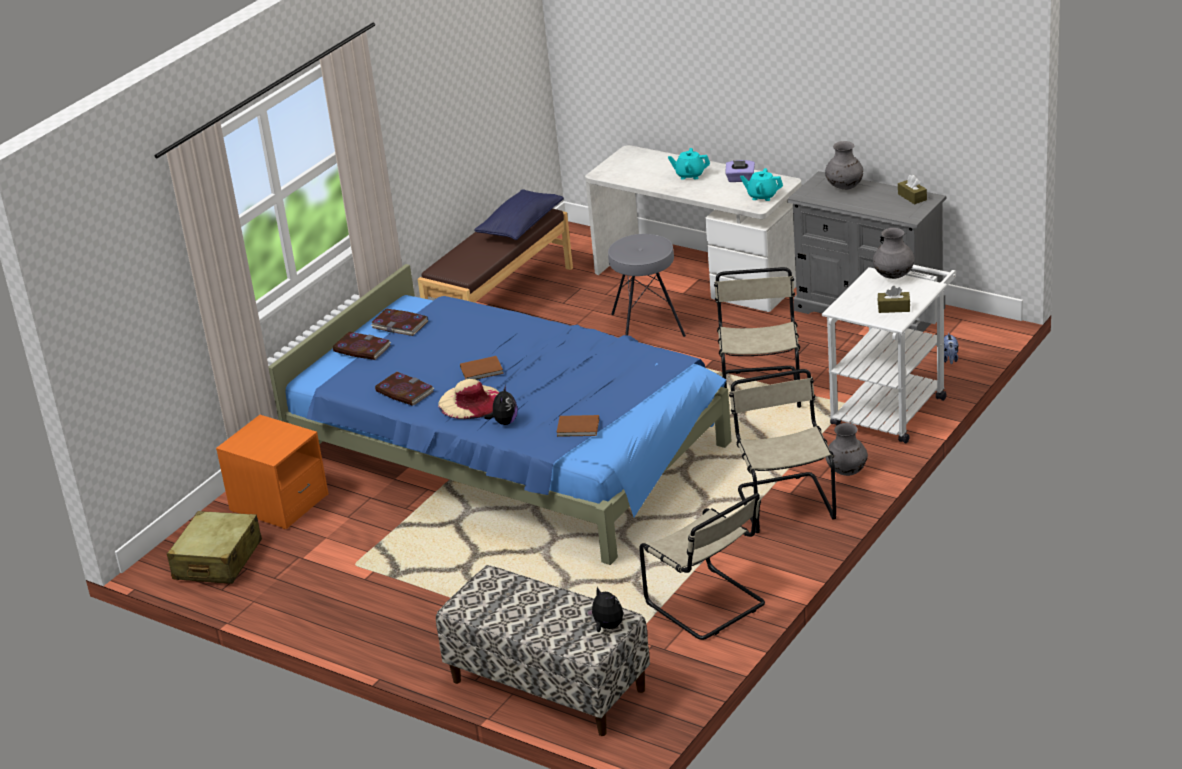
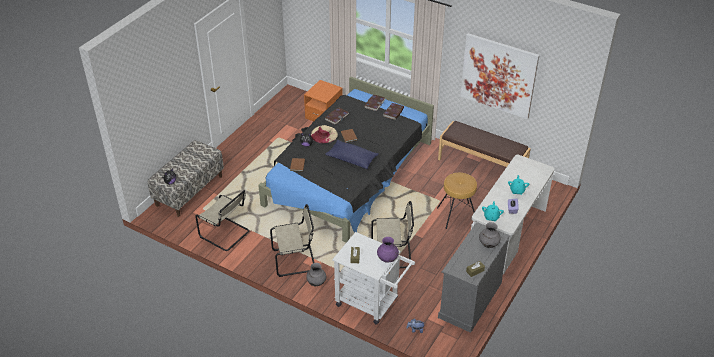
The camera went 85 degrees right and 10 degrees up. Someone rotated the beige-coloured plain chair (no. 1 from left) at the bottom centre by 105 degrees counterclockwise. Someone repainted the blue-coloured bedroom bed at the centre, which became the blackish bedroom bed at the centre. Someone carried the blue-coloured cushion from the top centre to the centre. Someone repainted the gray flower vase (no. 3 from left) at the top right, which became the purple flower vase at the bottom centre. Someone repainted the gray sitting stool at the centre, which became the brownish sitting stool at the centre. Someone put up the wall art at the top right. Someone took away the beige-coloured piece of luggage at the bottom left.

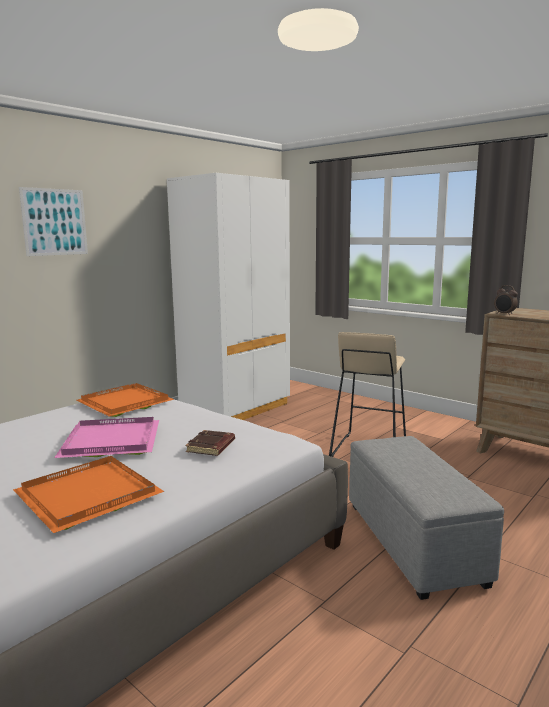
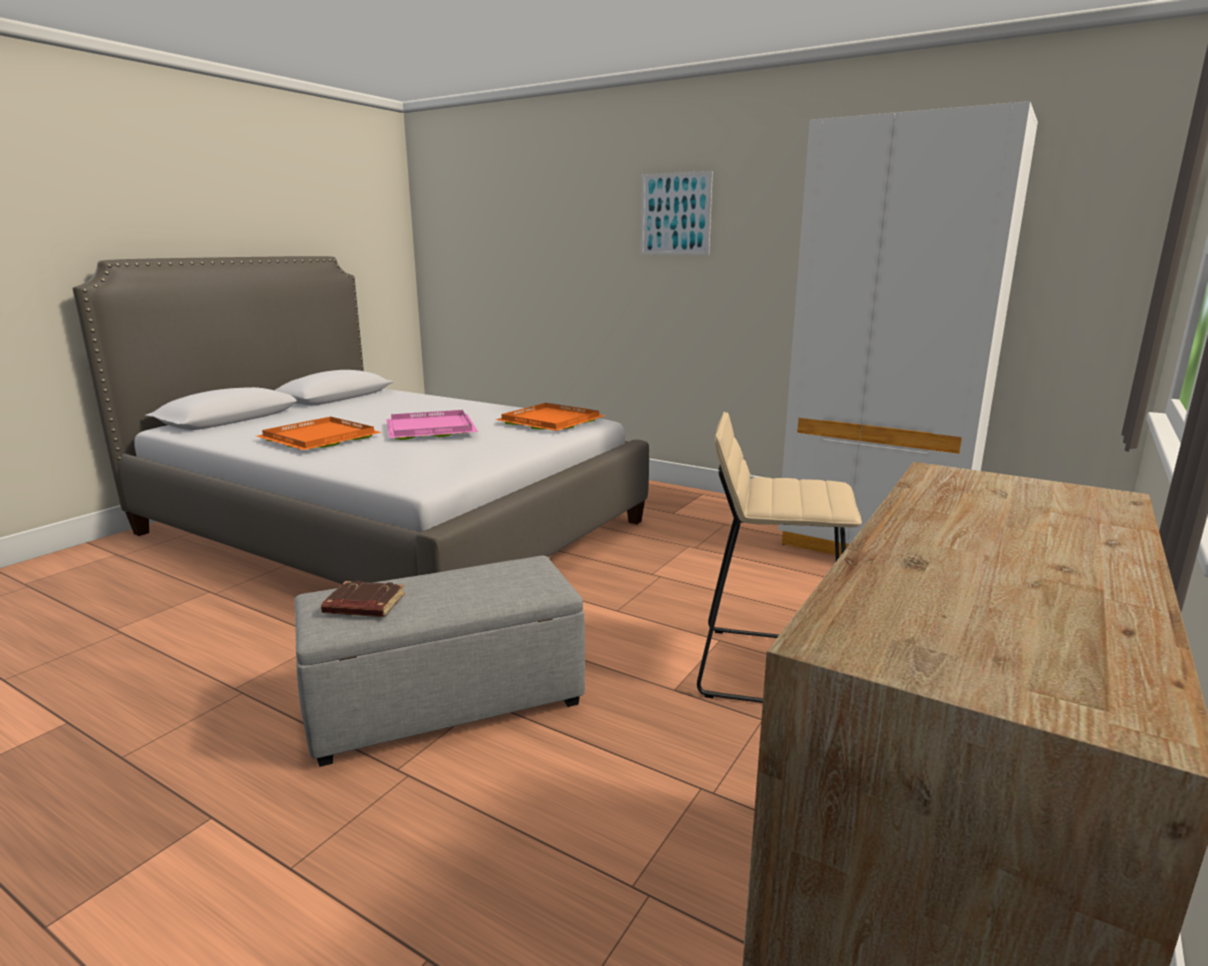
The camera went 80 degrees right and 5 degrees up. Someone carried the brownish volume from the centre to the middle left. Someone took away the bedside clock at the middle right.

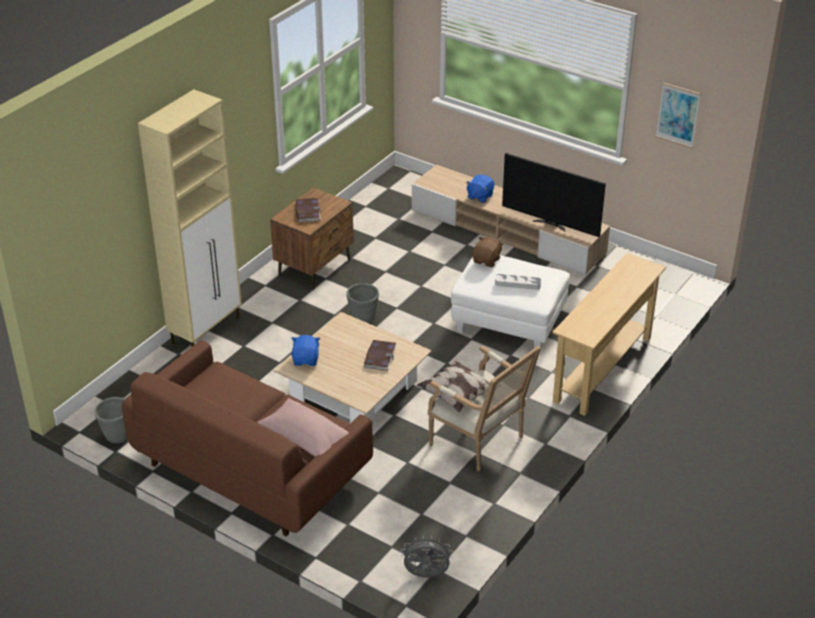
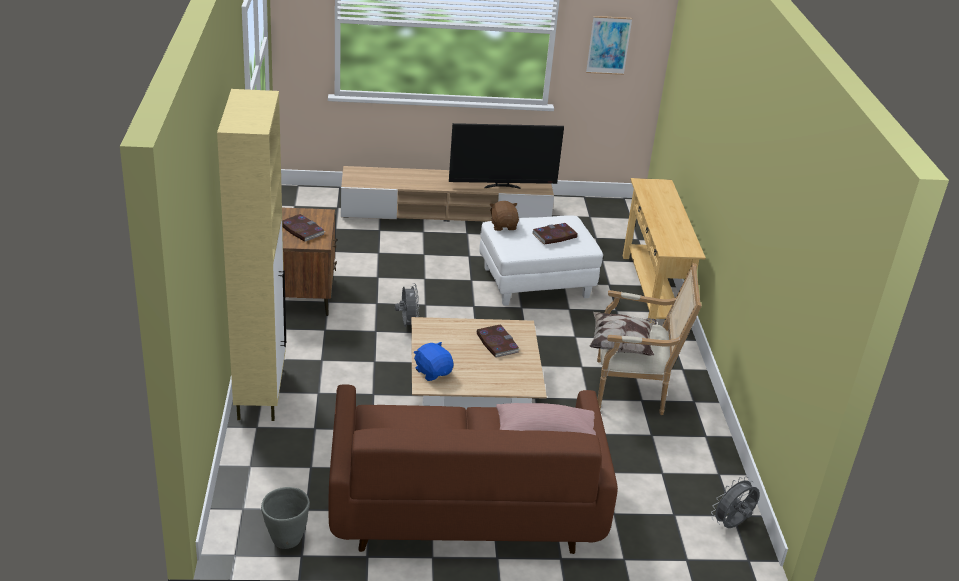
The camera went 40 degrees left and 5 degrees down. Someone swapped the gray flower pot (no. 2 from left) at the centre for the gray electric fan (no. 1 from left) at the centre. Someone swapped the gray serving tray at the centre for the volume (no. 3 from left) at the centre. Someone took away the blue-coloured plush toy (no. 2 from left) at the top centre.

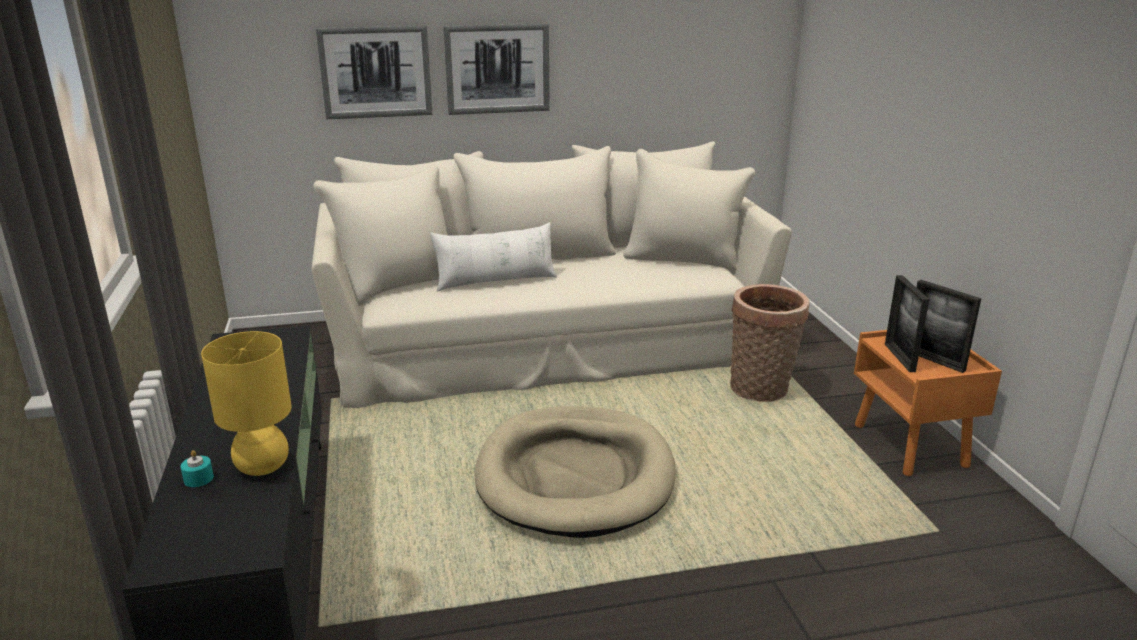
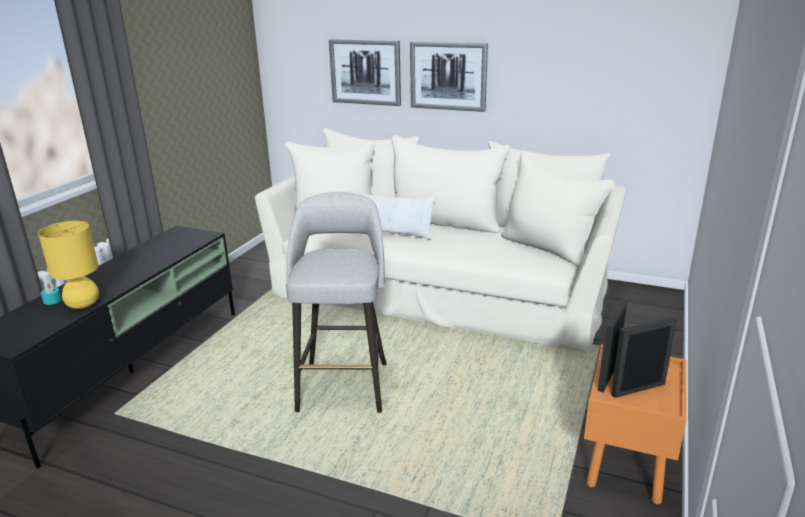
The camera went 35 degrees right and 0 degrees up. Someone swapped the beige-coloured dog cushion at the bottom centre for the gray sitting stool at the centre. Someone rotated the photo frame (no. 2 from left) at the middle right by 75 degrees clockwise. Someone took away the basket at the middle right.

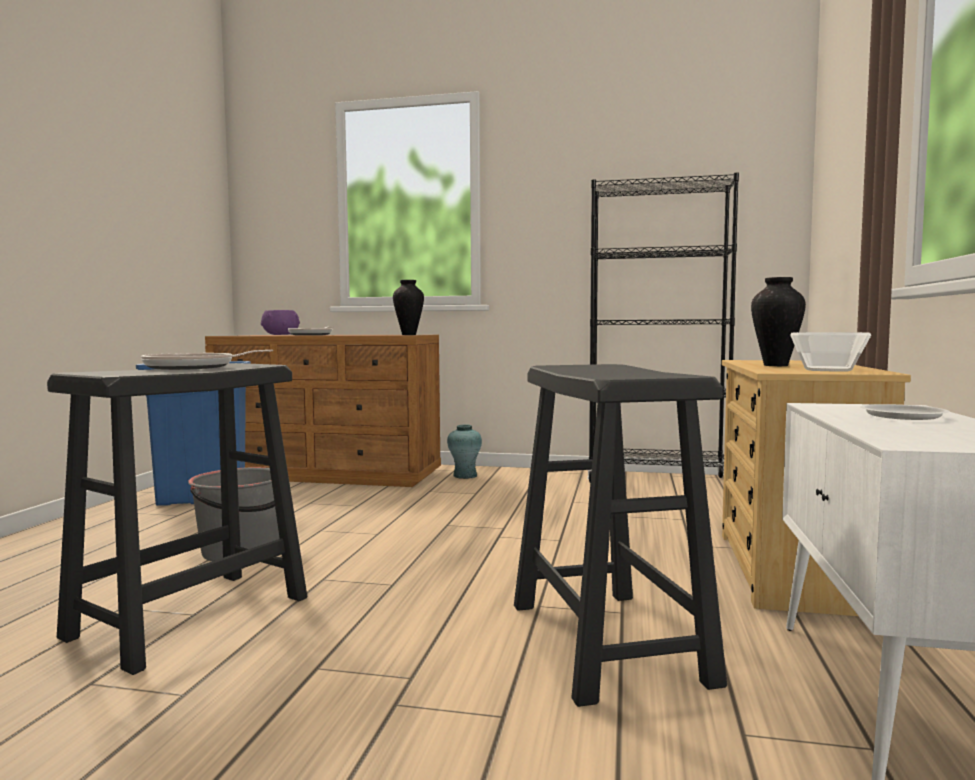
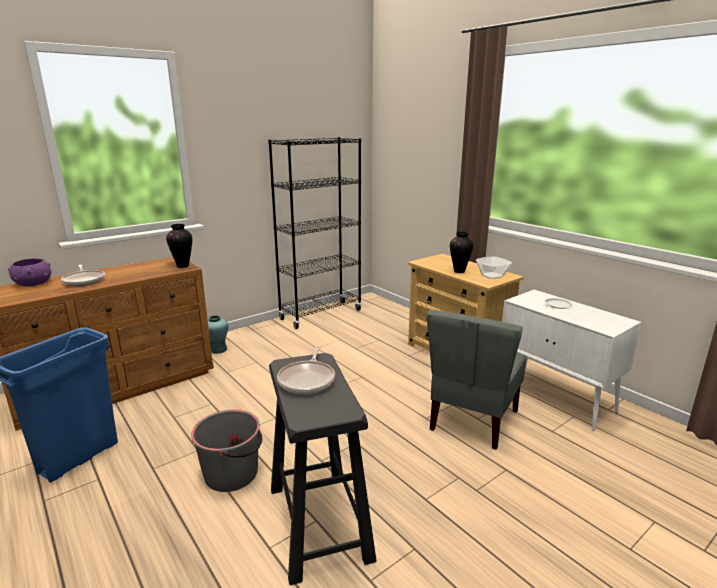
The camera went 50 degrees left and 15 degrees up. Someone swapped the blackish sitting stool (no. 2 from left) at the bottom centre for the gray plain chair at the centre.

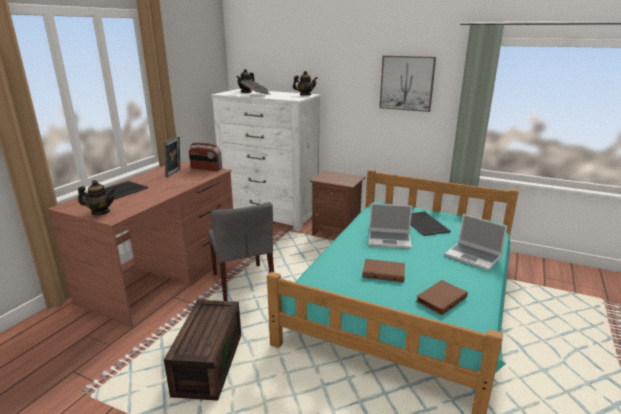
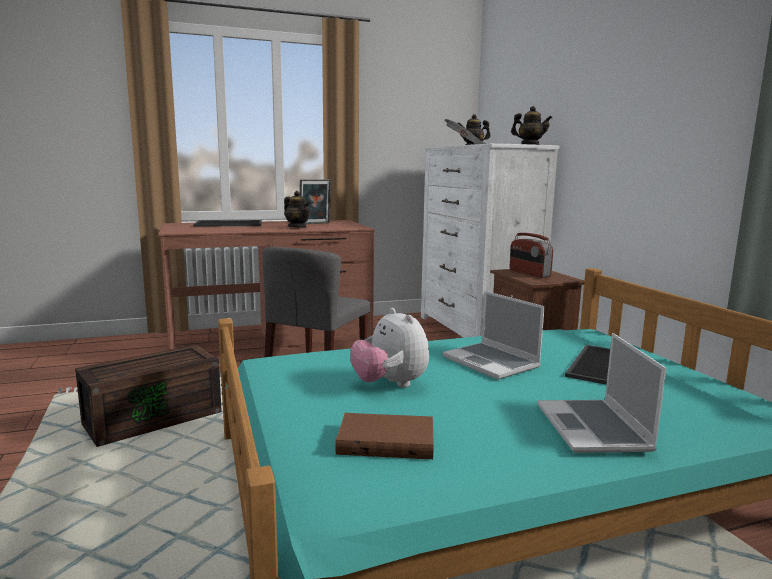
The camera went 45 degrees right and 10 degrees down. Someone carried the pot for tea (no. 1 from left) from the middle left to the centre. Someone swapped the brownish volume (no. 1 from left) at the centre for the plush toy at the centre. Someone carried the radio from the middle left to the middle right. Someone took away the wall art at the top centre.

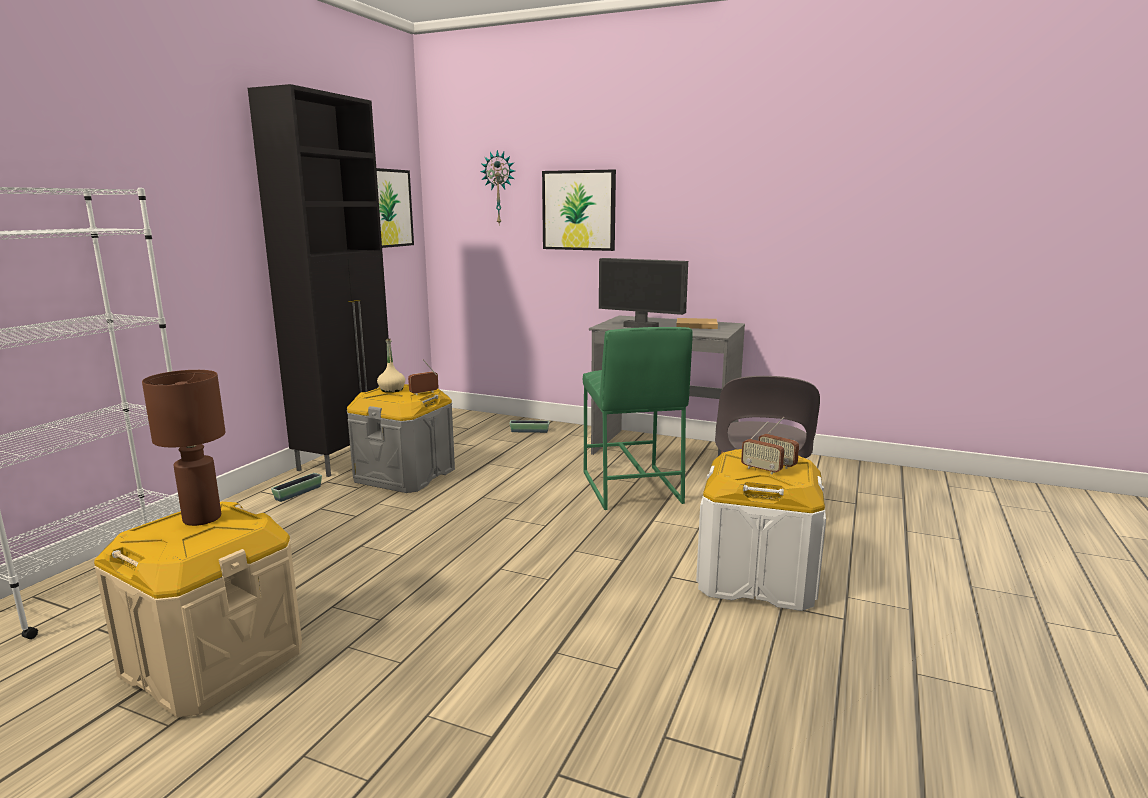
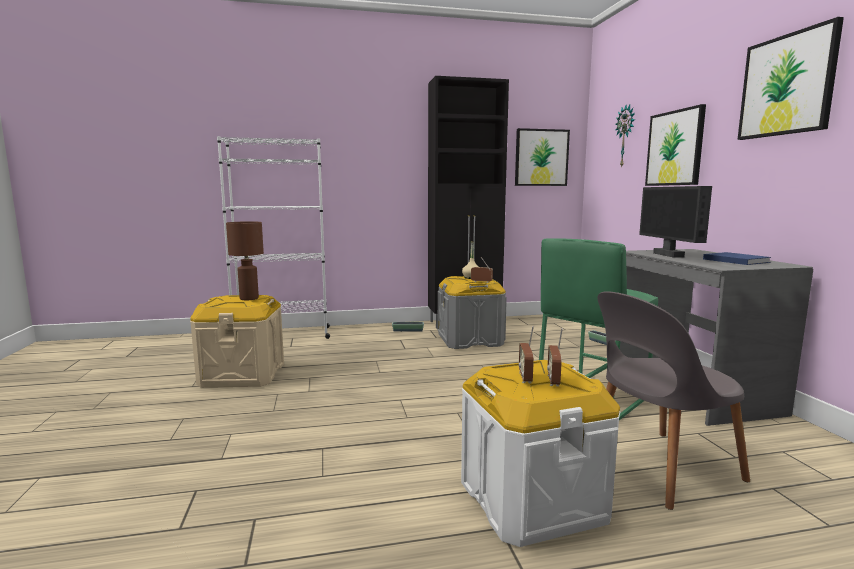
The camera went 55 degrees right and 5 degrees down. Someone repainted the beige-coloured volume at the centre, which became the blue-coloured volume at the middle right. Someone put up the wall art (no. 3 from left) at the top right.

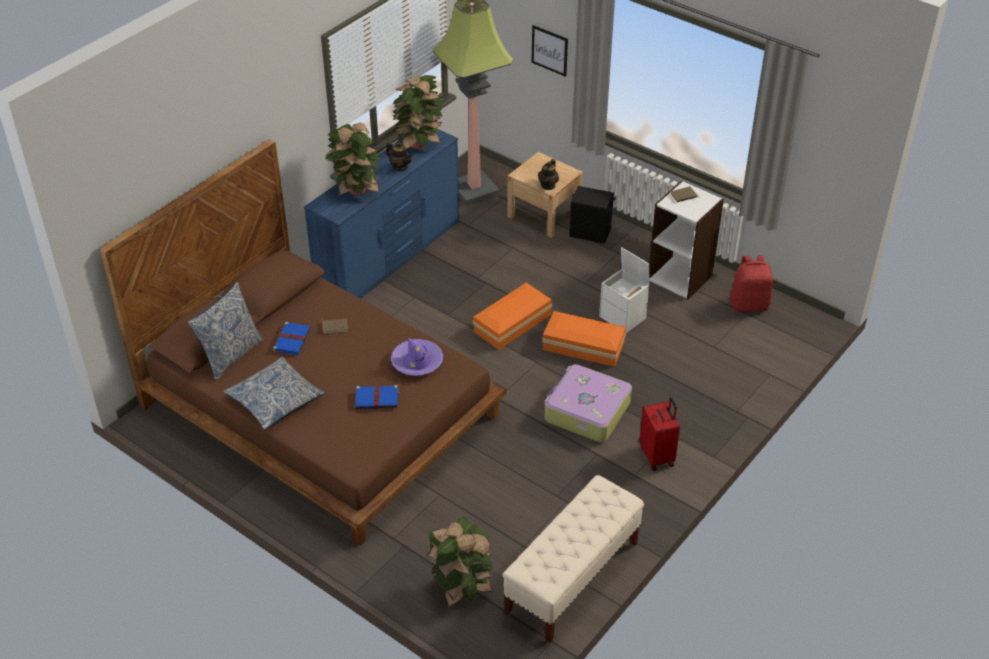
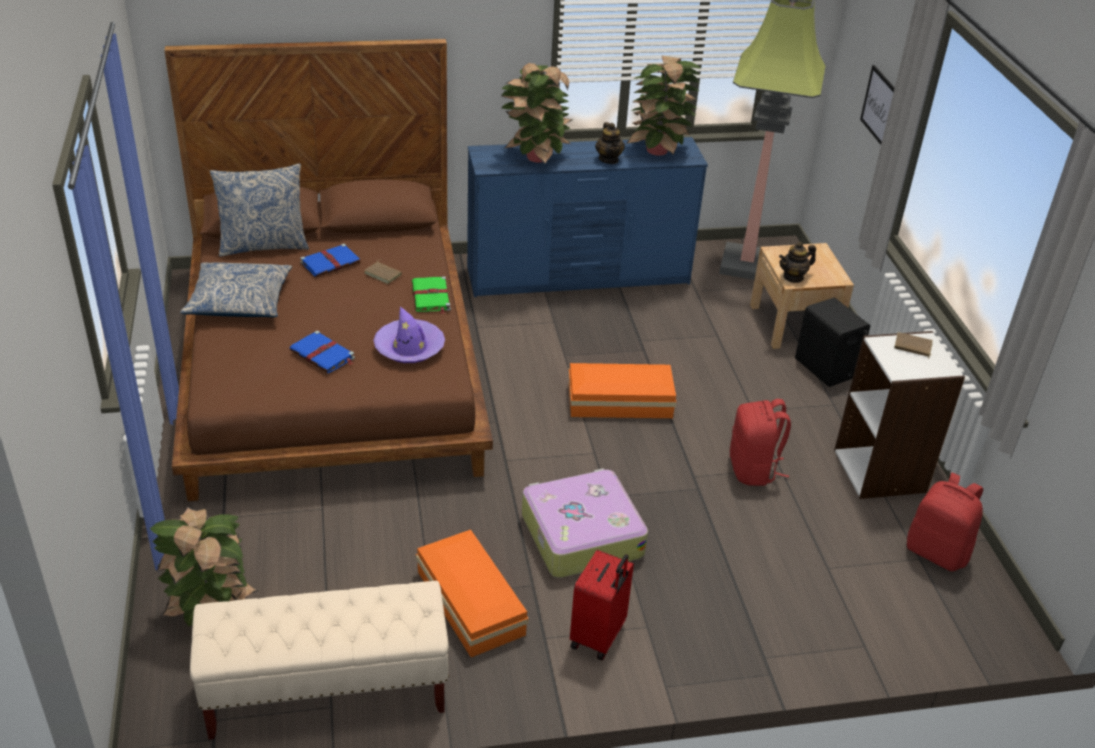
The camera went 40 degrees right and 5 degrees down. Someone put down the green volume at the centre. Someone carried the orangey storage bin (no. 2 from left in the first image) from the centre to the bottom centre. Someone swapped the white-coloured storage bin at the centre for the red-coloured rucksack (no. 1 from left) at the middle right.

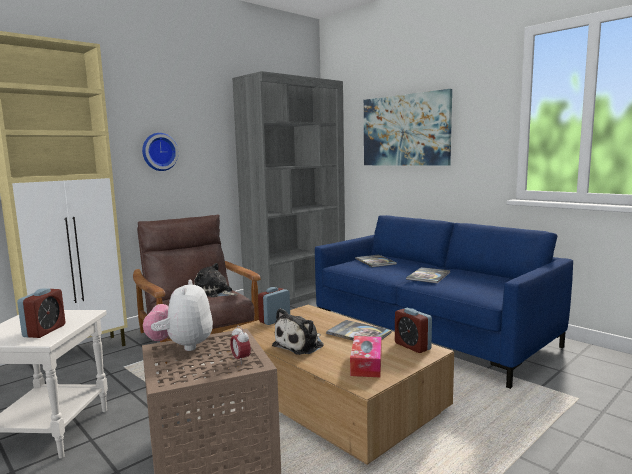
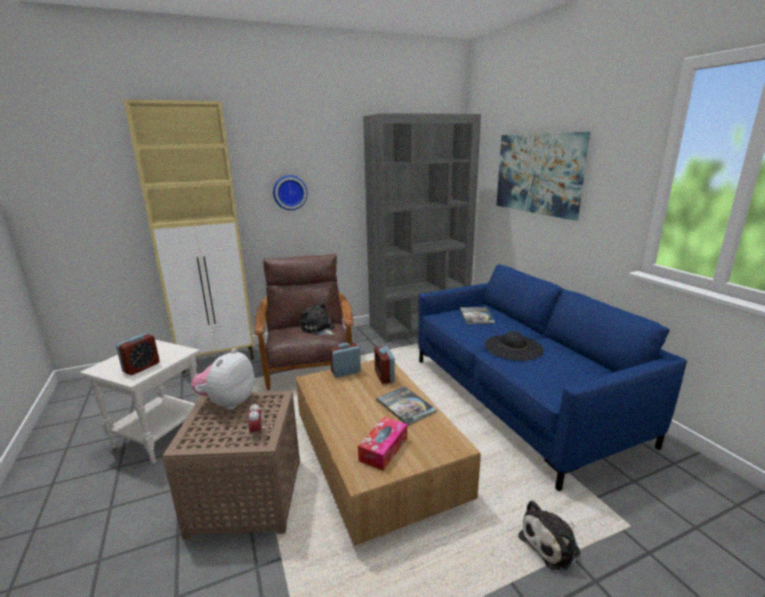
The camera went 20 degrees right and 10 degrees up. Someone carried the bedside clock (no. 4 from left) from the bottom centre to the centre. Someone swapped the volume (no. 3 from left) at the middle right for the blackish wearable hat at the middle right. Someone carried the plush toy (no. 3 from left) from the bottom centre to the bottom right.

